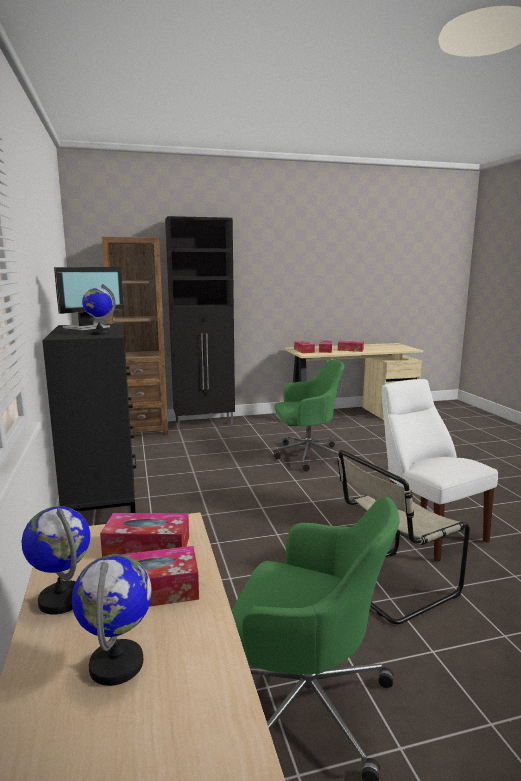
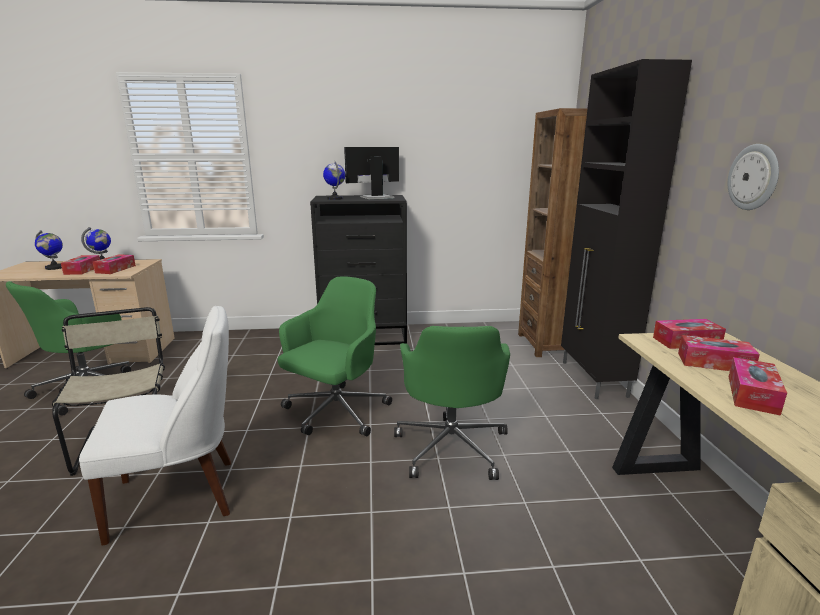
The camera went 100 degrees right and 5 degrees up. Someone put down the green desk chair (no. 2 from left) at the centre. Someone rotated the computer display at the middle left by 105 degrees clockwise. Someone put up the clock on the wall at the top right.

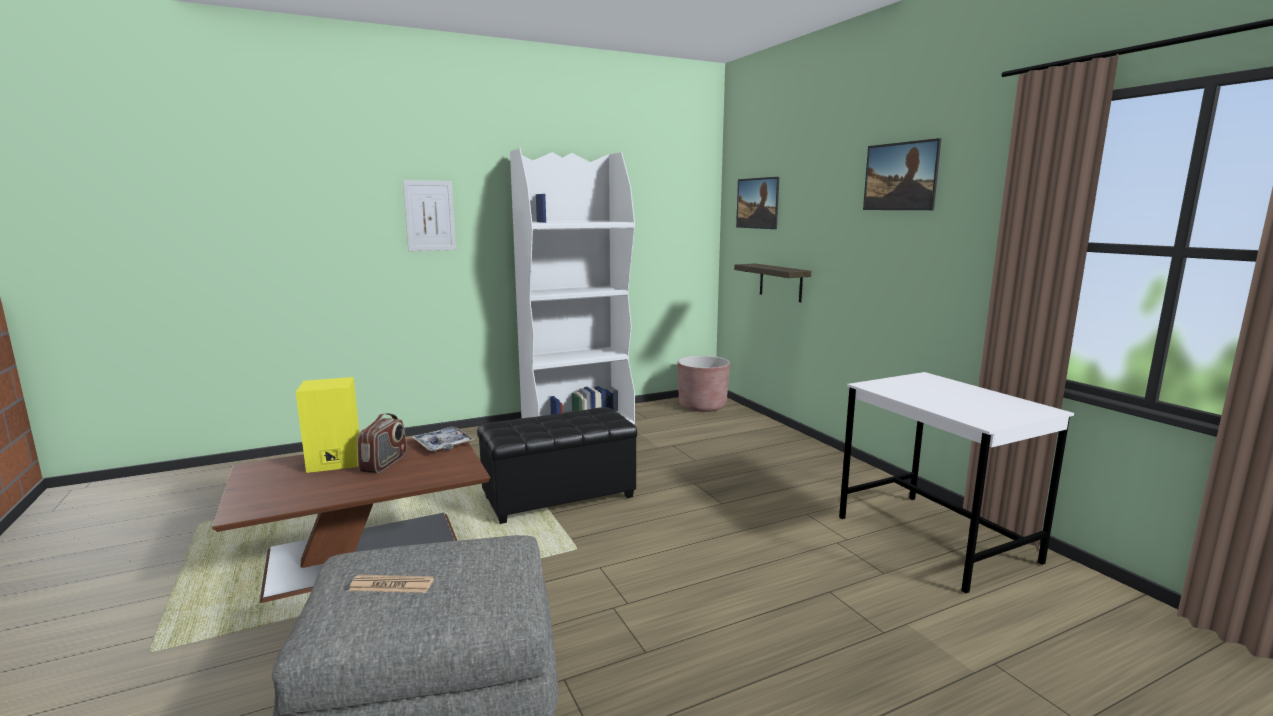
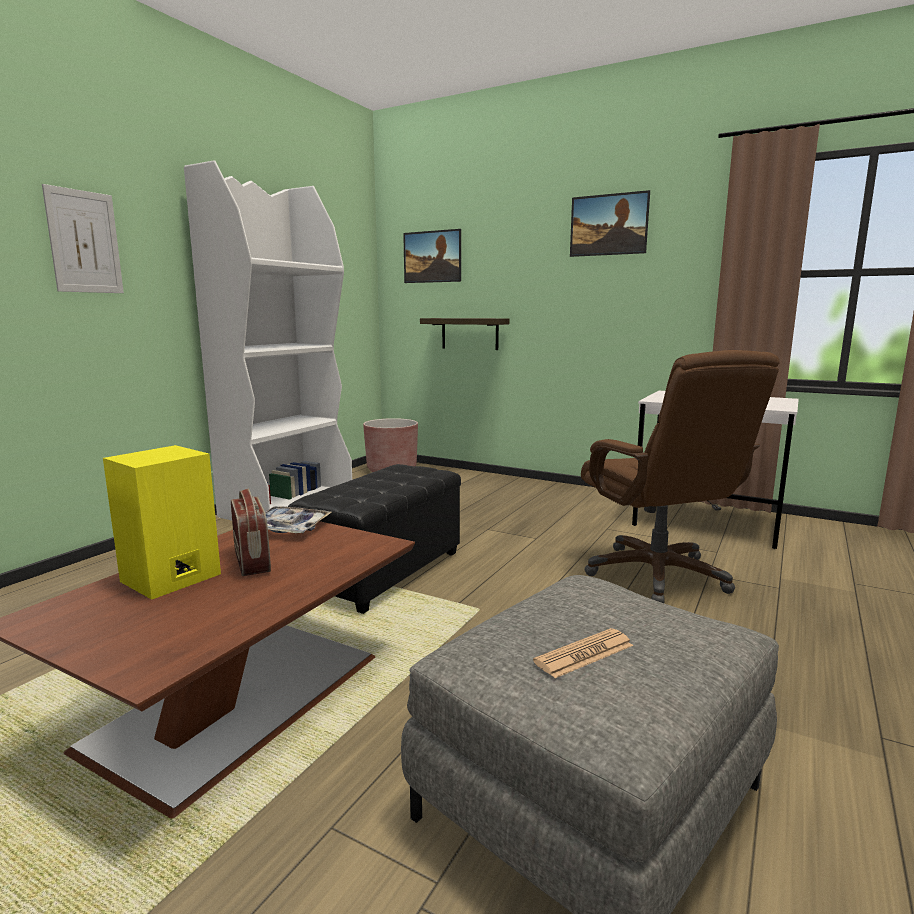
The camera went 35 degrees left and 0 degrees up. Someone put down the brownish desk chair at the middle right.

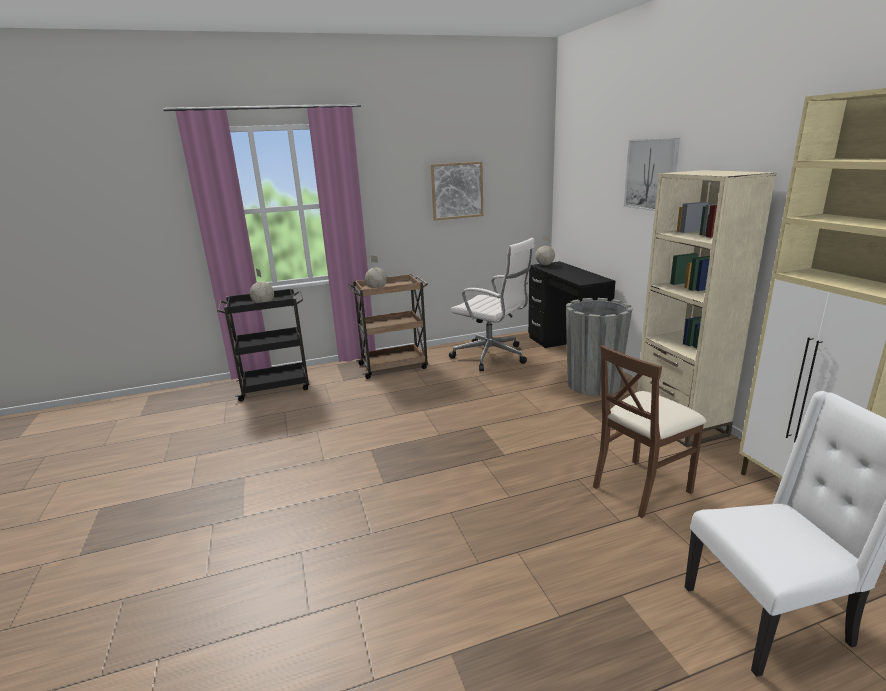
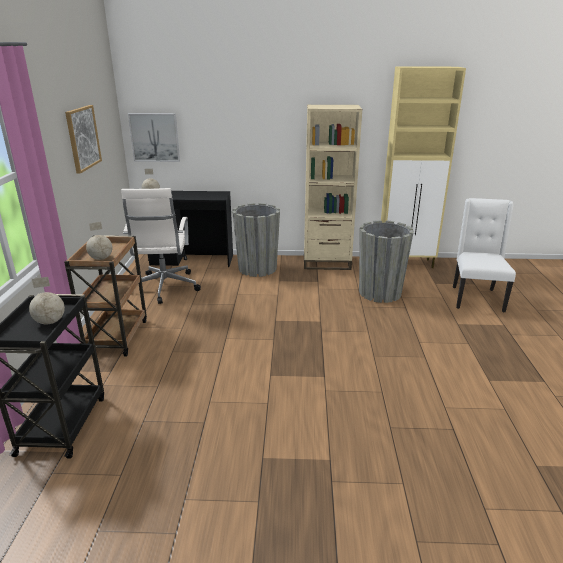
The camera went 70 degrees left and 5 degrees up. Someone rotated the white-coloured desk chair at the centre by 120 degrees clockwise. Someone carried the wall art (no. 2 from left) from the top right to the top left. Someone swapped the brownish plain chair at the middle right for the gray flower pot (no. 2 from left) at the middle right.

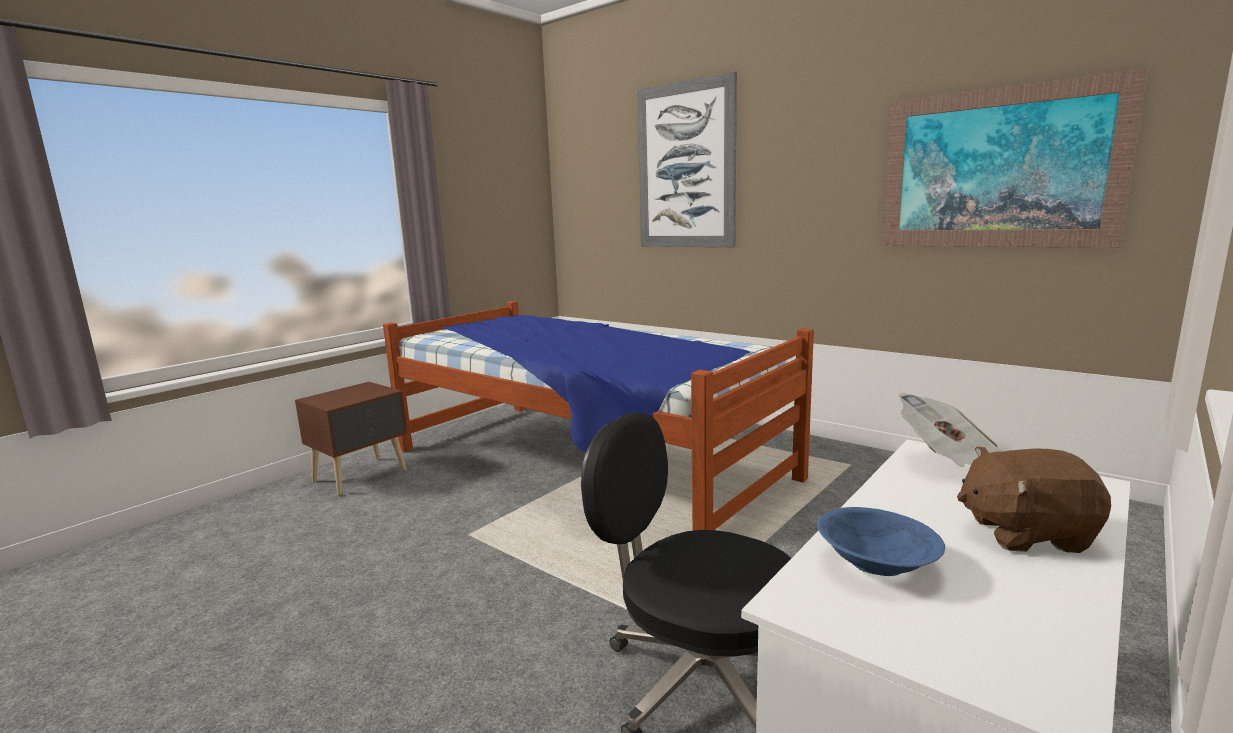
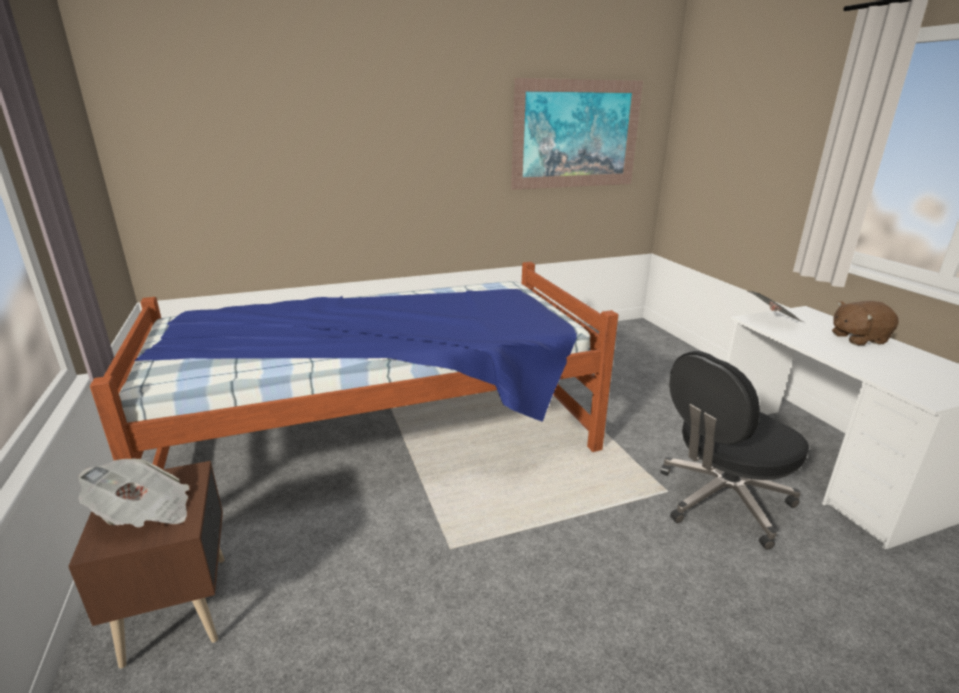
The camera went 60 degrees left and 10 degrees up. Someone put down the newspaper (no. 1 from left) at the bottom left. Someone rotated the brownish plush toy at the bottom right by 45 degrees clockwise. Someone took away the wall art (no. 1 from left) at the top centre. Someone took away the blue-coloured deep dish at the bottom right.

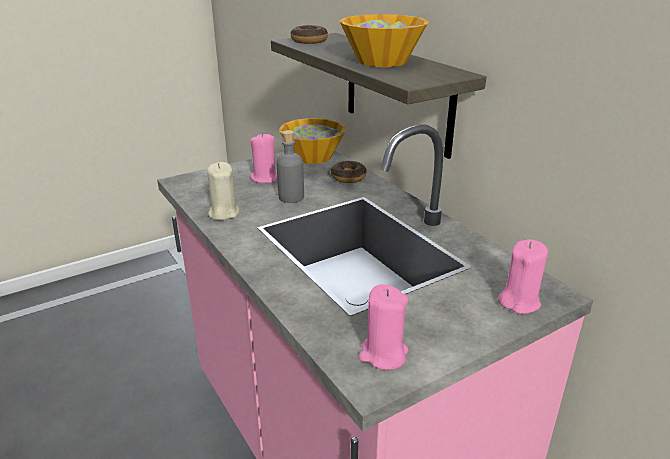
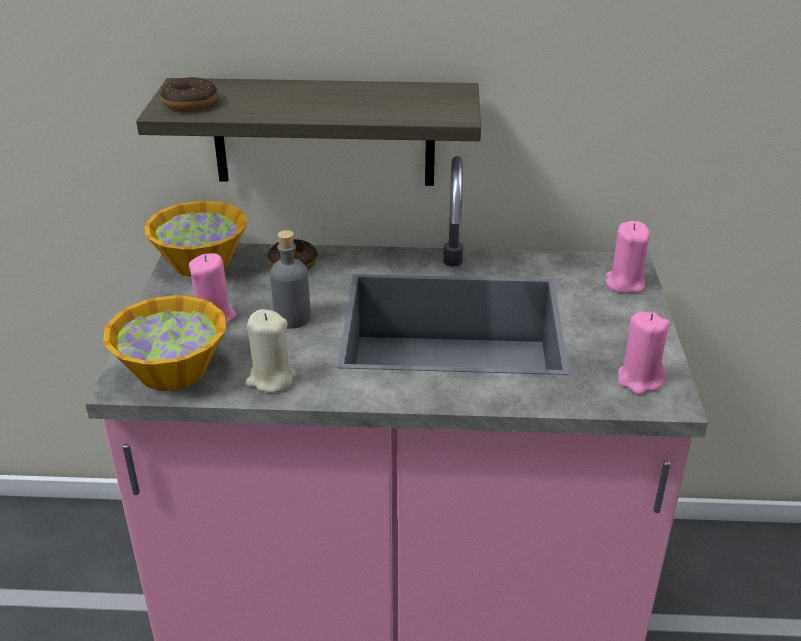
The camera went 55 degrees left and 5 degrees up. Someone carried the deep dish (no. 2 from left in the first image) from the top centre to the middle left.

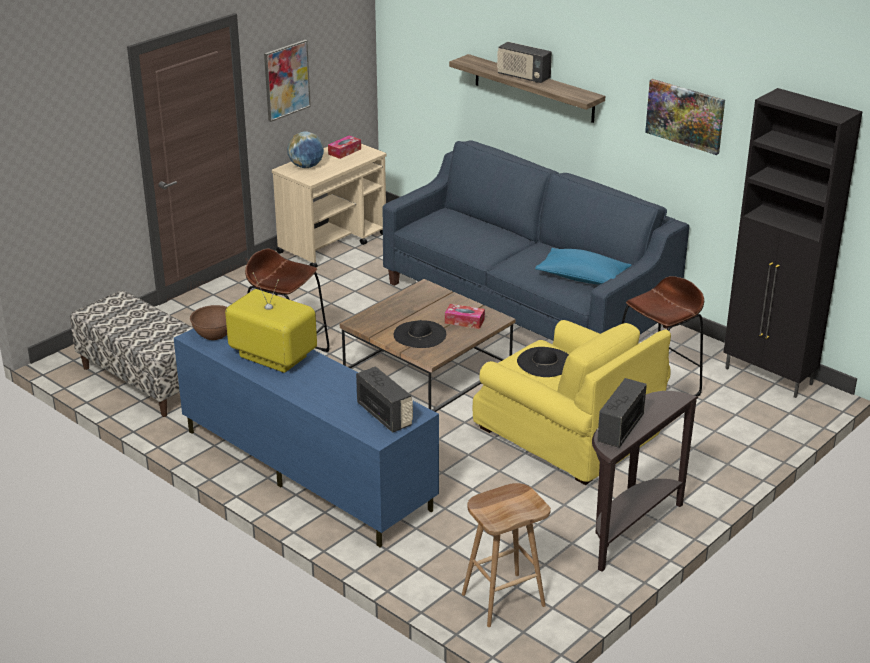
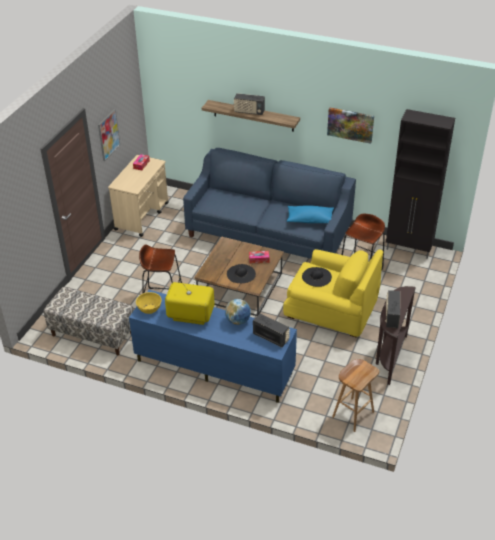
The camera went 20 degrees left and 10 degrees up. Someone repainted the brownish deep dish at the middle left, which became the yellow-coloured deep dish at the middle left. Someone carried the desk globe from the top centre to the centre.

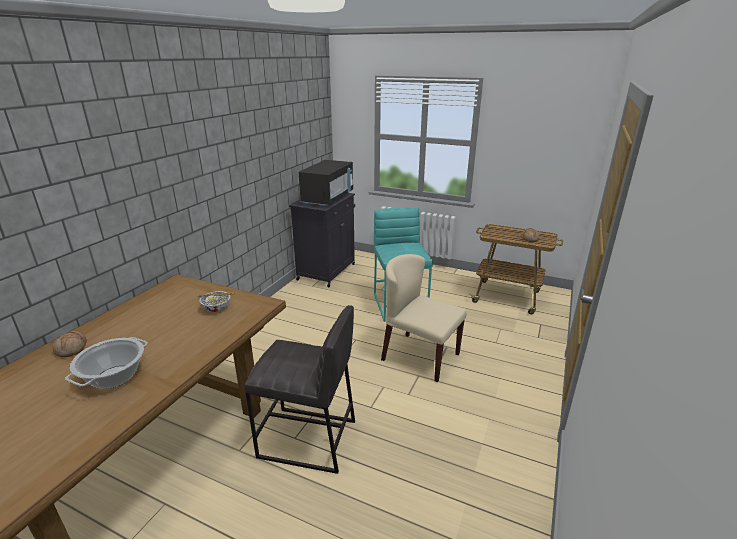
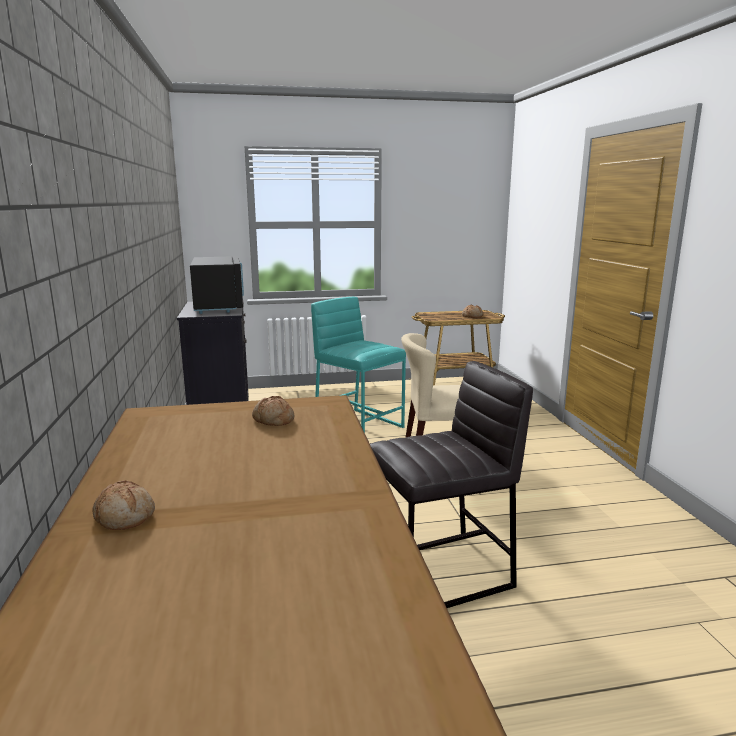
The camera went 35 degrees left and 10 degrees down. Someone swapped the deep dish at the middle left for the baked bread (no. 2 from left) at the centre. Someone took away the saucepot at the bottom left.

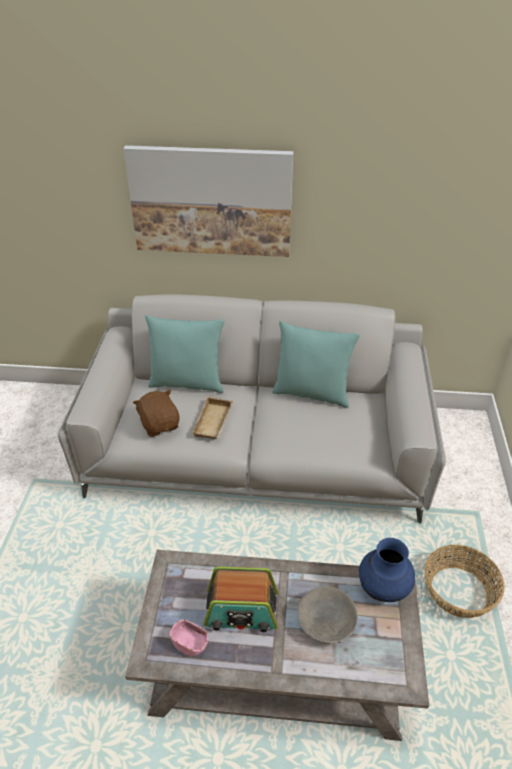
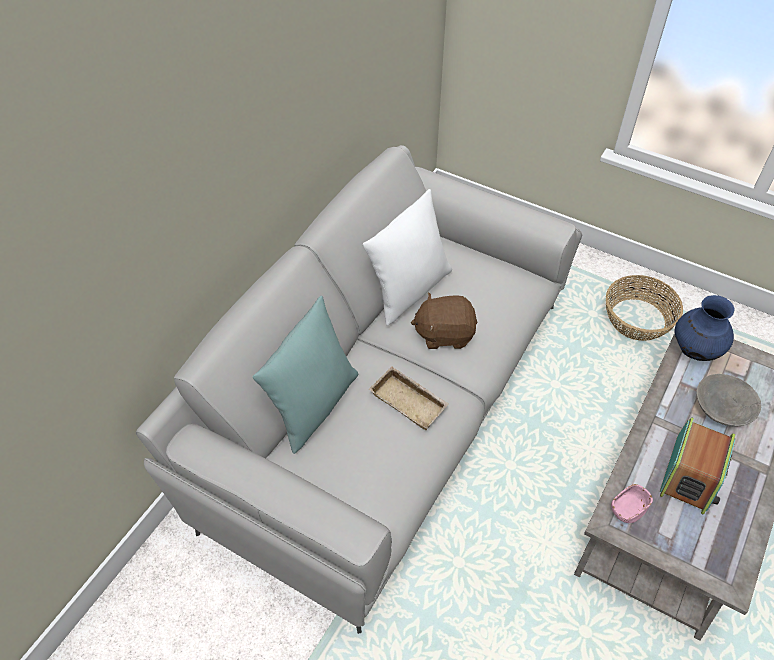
The camera went 65 degrees left and 10 degrees up. Someone repainted the turquoise cushion (no. 2 from left) at the centre, which became the white-coloured cushion at the centre. Someone carried the brownish plush toy from the middle left to the centre. Someone carried the pinkish deep dish from the bottom centre to the bottom right. Someone took away the wall art at the top centre.

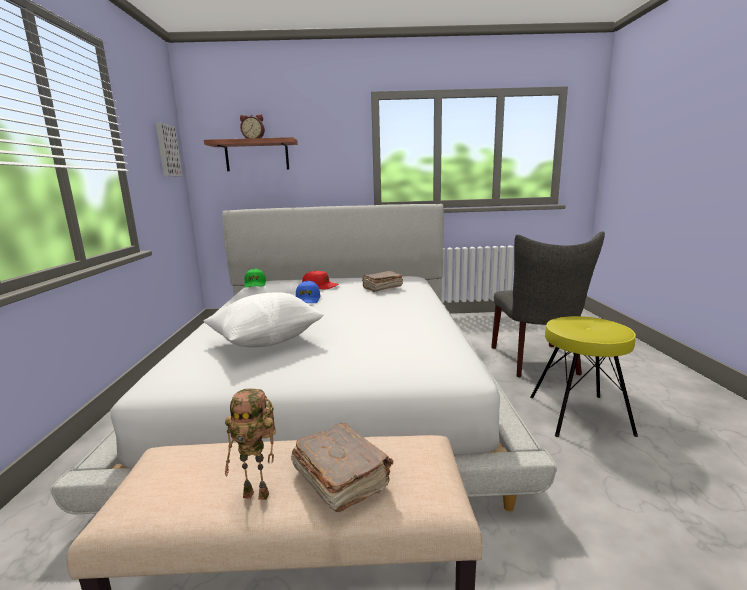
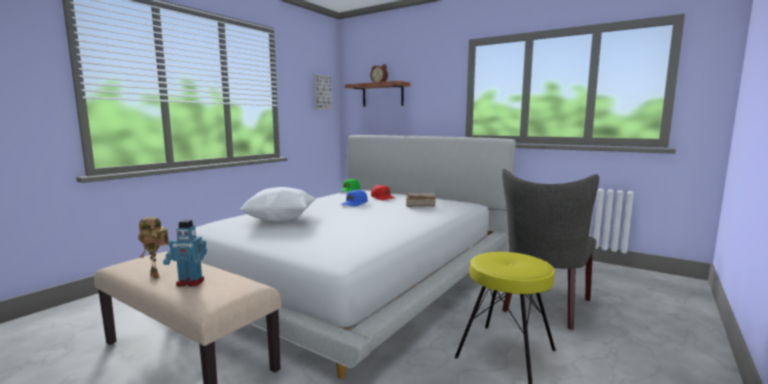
The camera went 35 degrees right and 5 degrees down. Someone swapped the brownish volume (no. 1 from left) at the bottom centre for the toy robot (no. 2 from left) at the middle left.

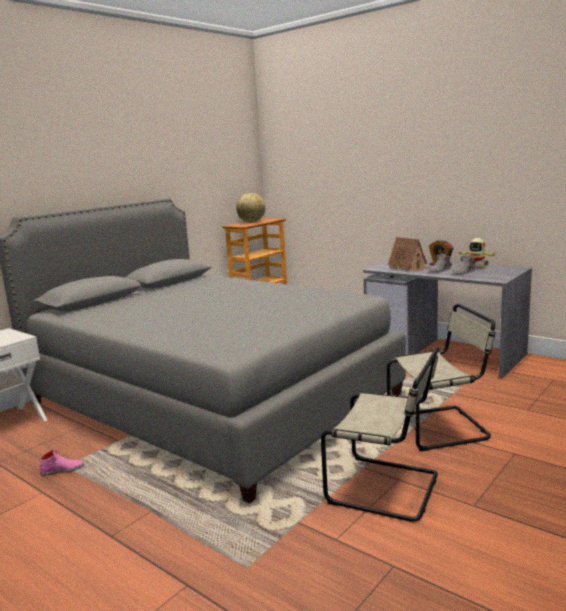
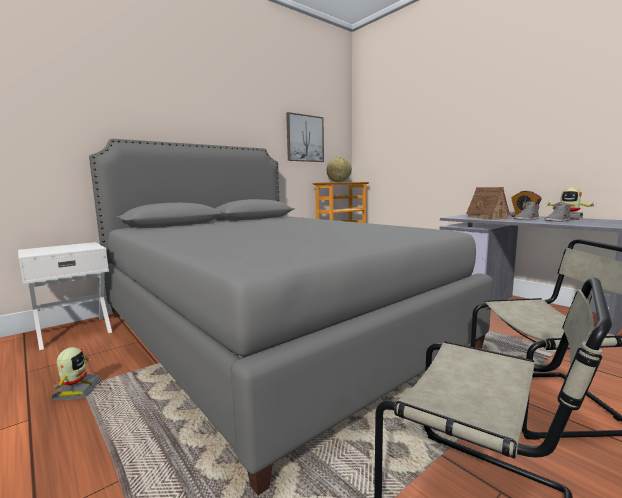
The camera went 10 degrees right and 5 degrees down. Someone swapped the pinkish low shoe at the bottom left for the toy robot (no. 1 from left) at the bottom left. Someone put up the wall art at the top centre.

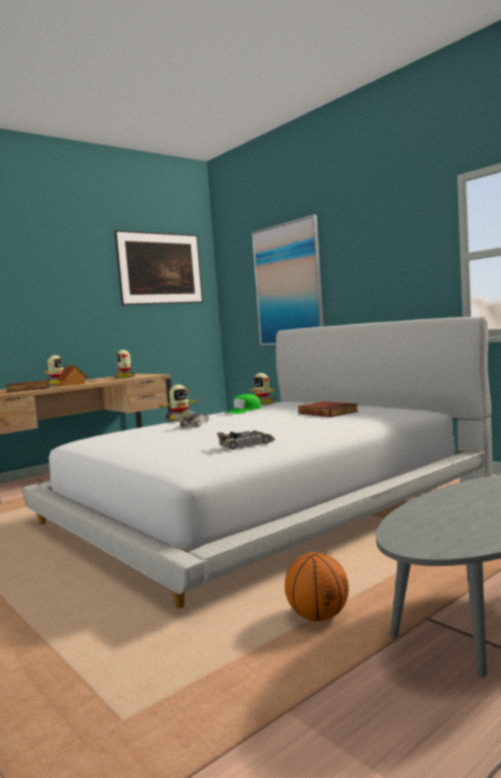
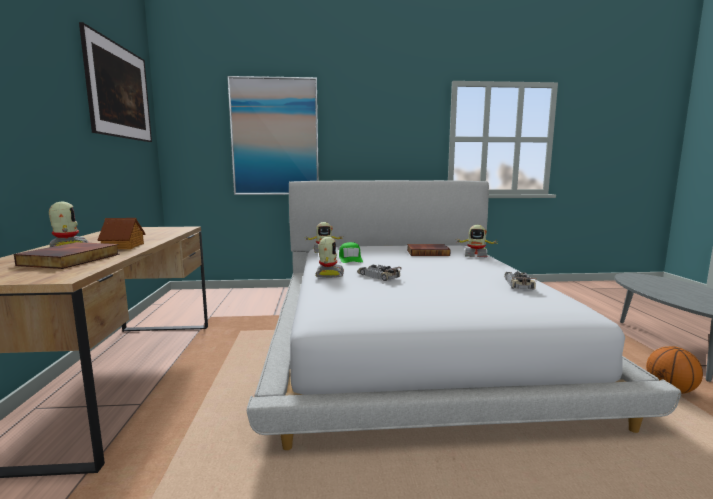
The camera went 55 degrees left and 5 degrees up. Someone carried the toy robot (no. 2 from left in the first image) from the middle left to the middle right.

